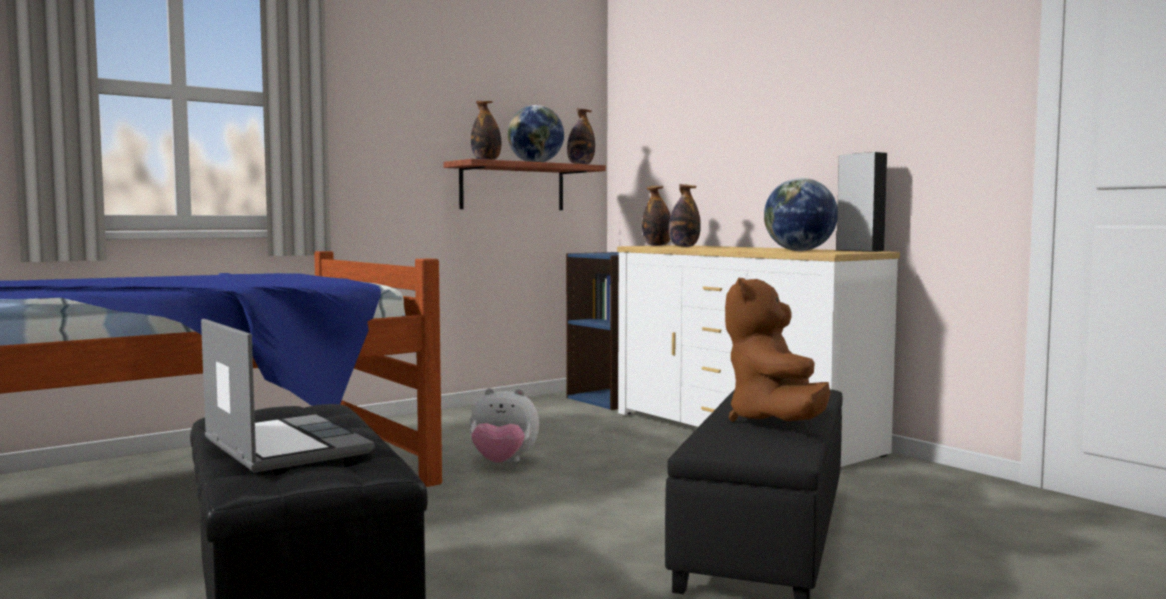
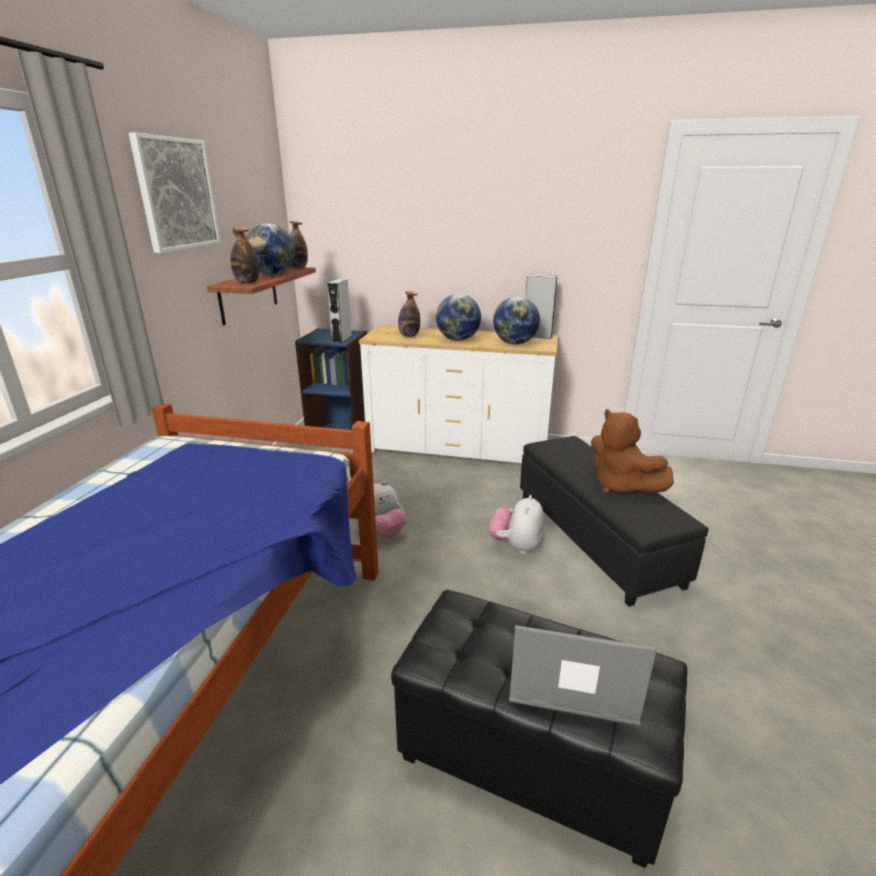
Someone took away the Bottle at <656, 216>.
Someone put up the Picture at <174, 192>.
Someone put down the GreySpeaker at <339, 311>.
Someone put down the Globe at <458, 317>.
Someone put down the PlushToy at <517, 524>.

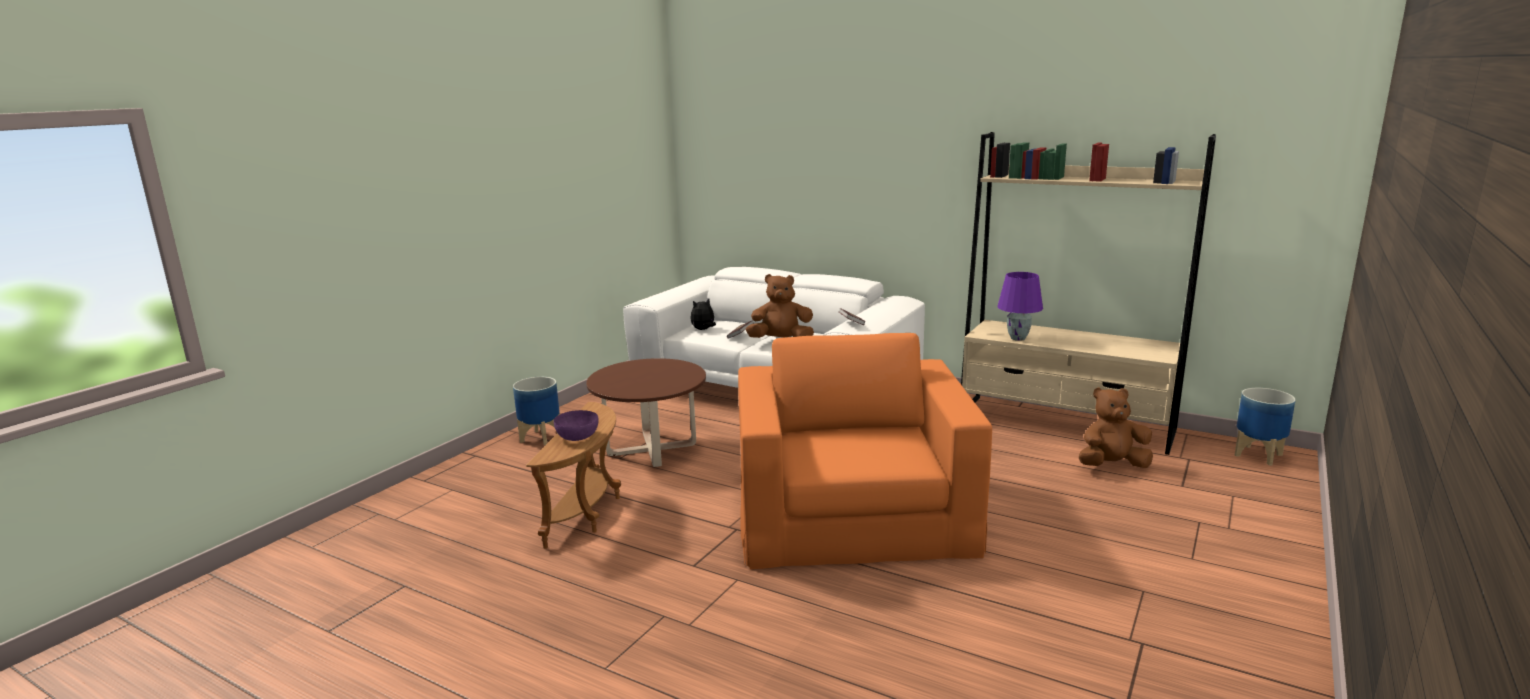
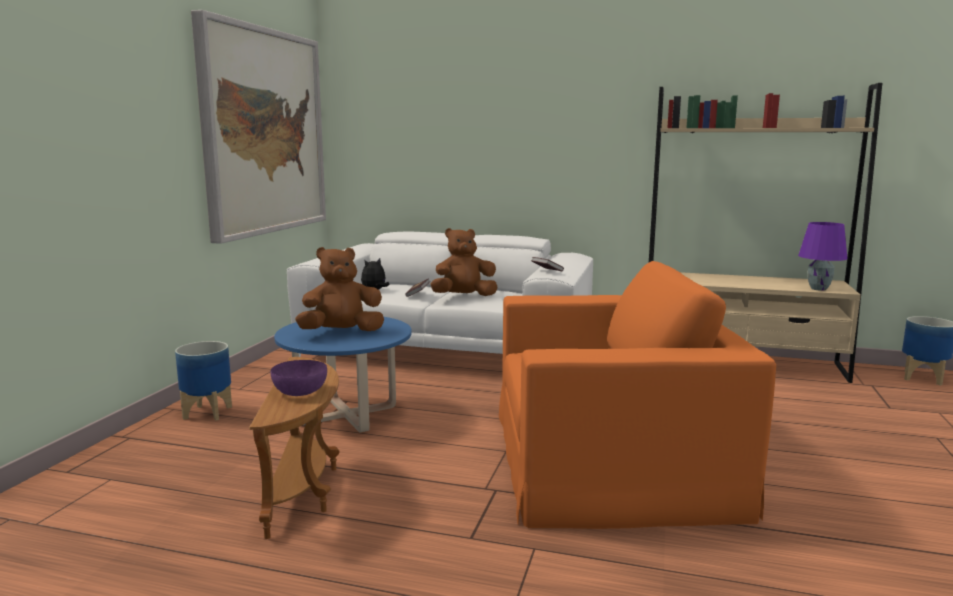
Someone carried the PurpleTableLamp from <1020, 306> to <823, 256>.
Someone rotated the OrangeArmchair at <865, 451> by 105 degrees clockwise.
Someone repainted the BrownCoffeeTable at <646, 412>, which became the BlueCoffeeTable at <343, 375>.
Someone carried the BrownPlushToy from <1116, 427> to <339, 289>.
Someone put up the Picture at <258, 127>.

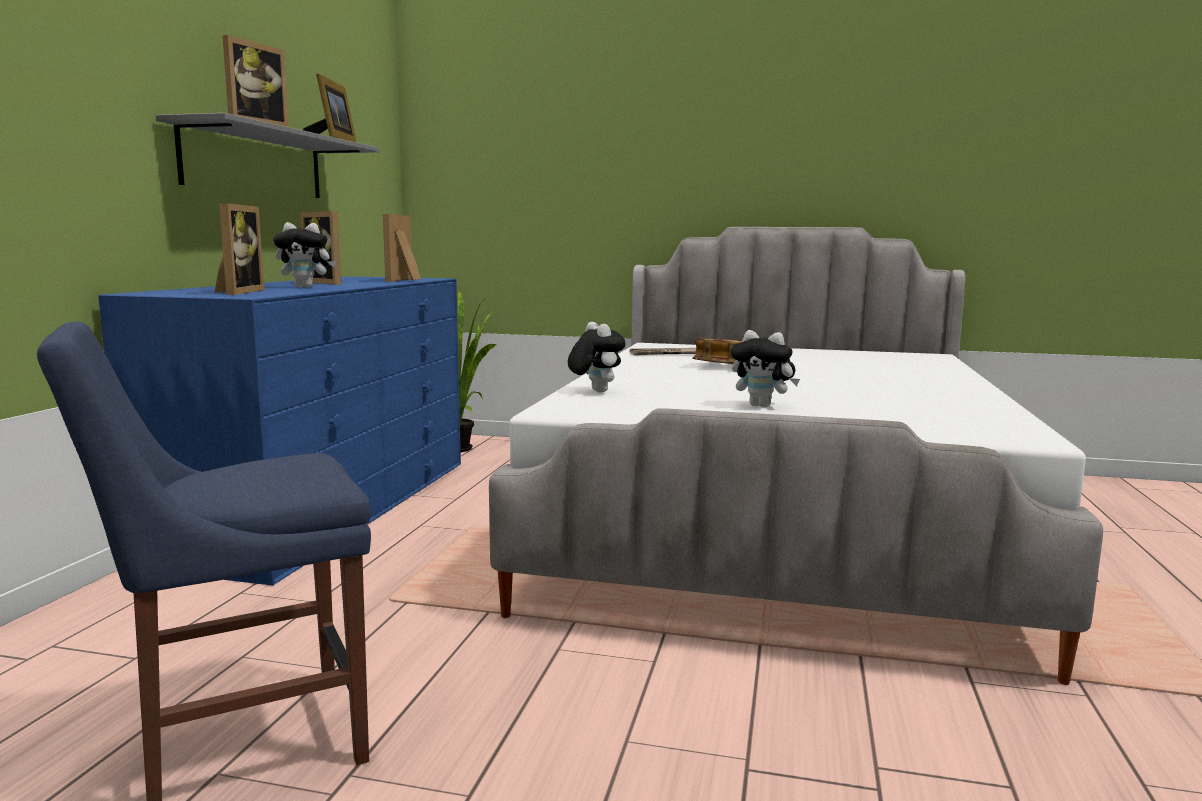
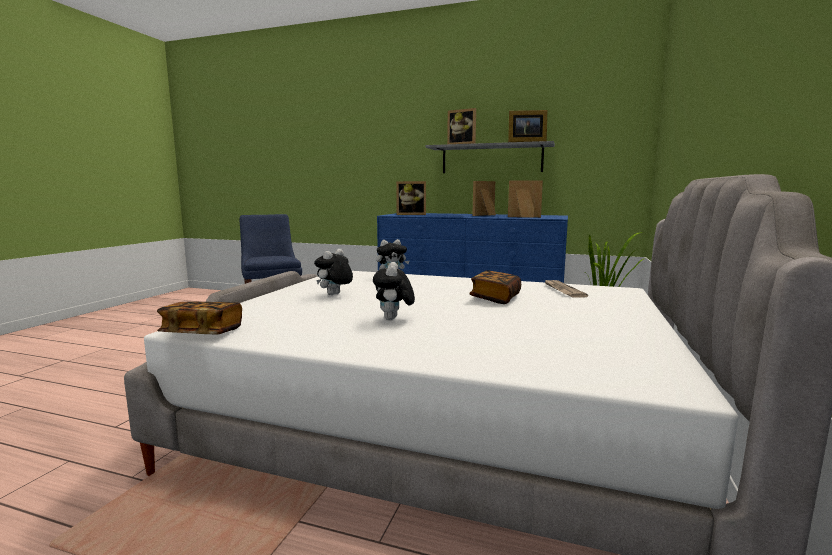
Someone carried the PlushToy from <304, 255> to <394, 291>.
Someone put down the Book at <199, 318>.

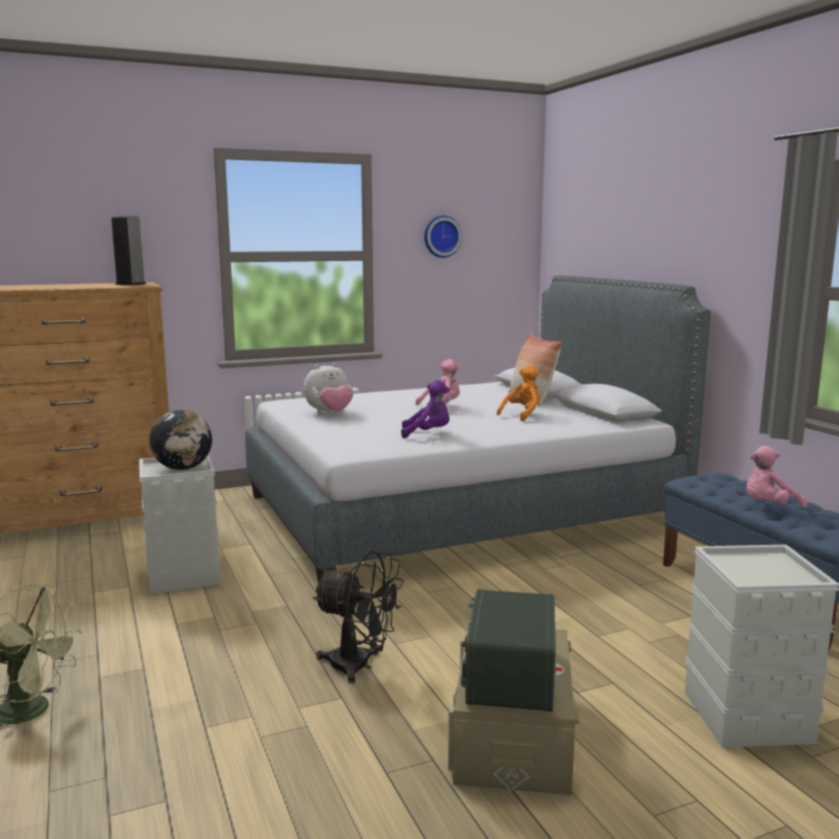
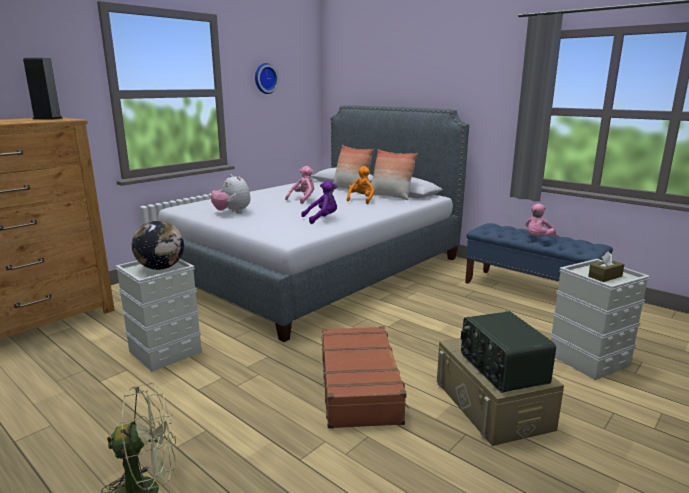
Someone rotated the PlushToy at <328, 388> by 105 degrees clockwise.
Someone swapped the BlackFan at <358, 617> for the BrownSuitcase at <365, 377>.
Someone put down the Pillow at <394, 174>.
Someone put down the BrownTissueBox at <606, 266>.

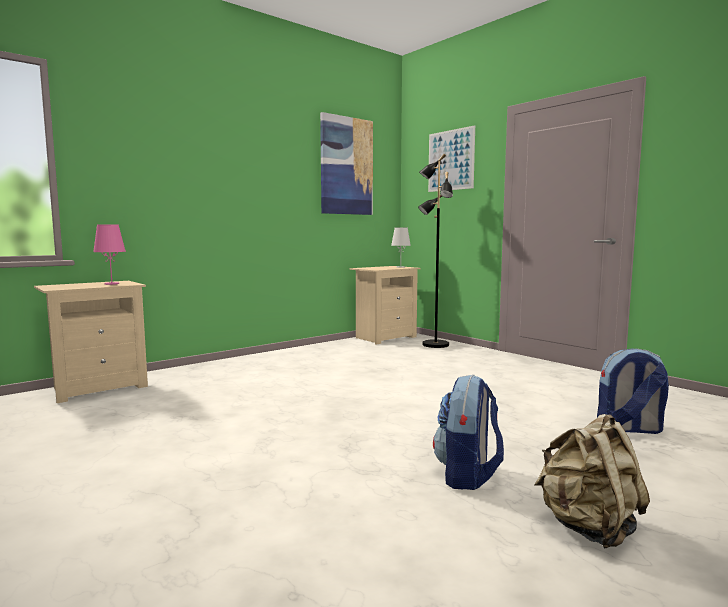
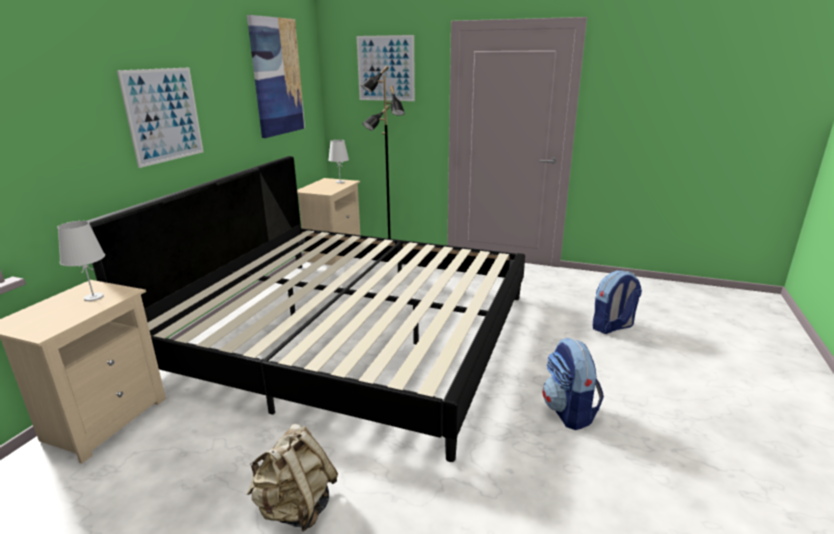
Someone repainted the PinkTableLamp at <109, 254>, which became the WhiteTableLamp at <81, 261>.
Someone carried the BeigeBackpack from <592, 481> to <292, 478>.
Someone put up the Picture at <160, 118>.
Someone put down the Bed at <306, 309>.

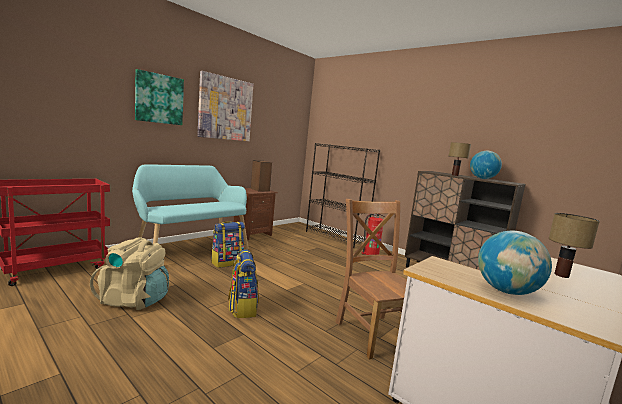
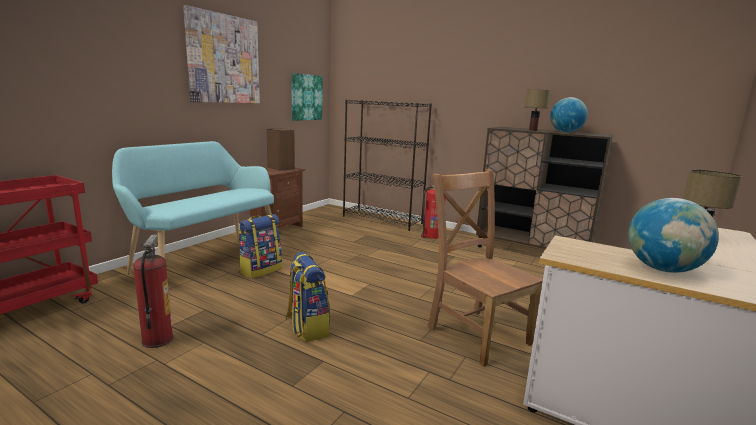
Someone carried the Picture from <159, 97> to <307, 97>.
Someone swapped the BeigeBackpack at <129, 273> for the FireExtinguisher at <153, 291>.

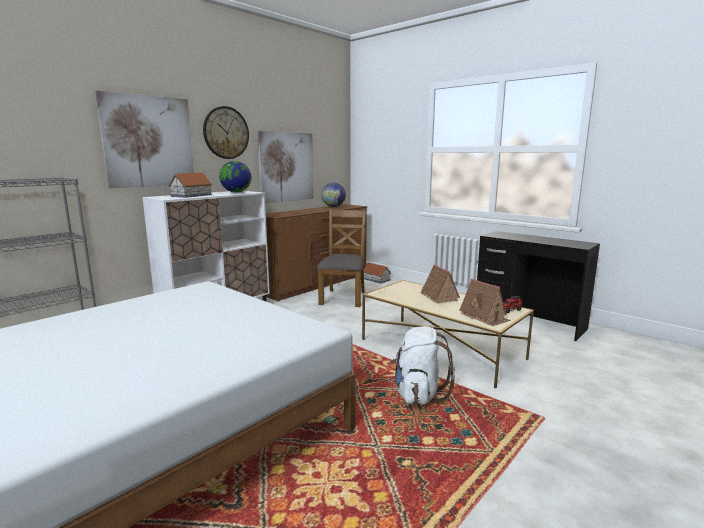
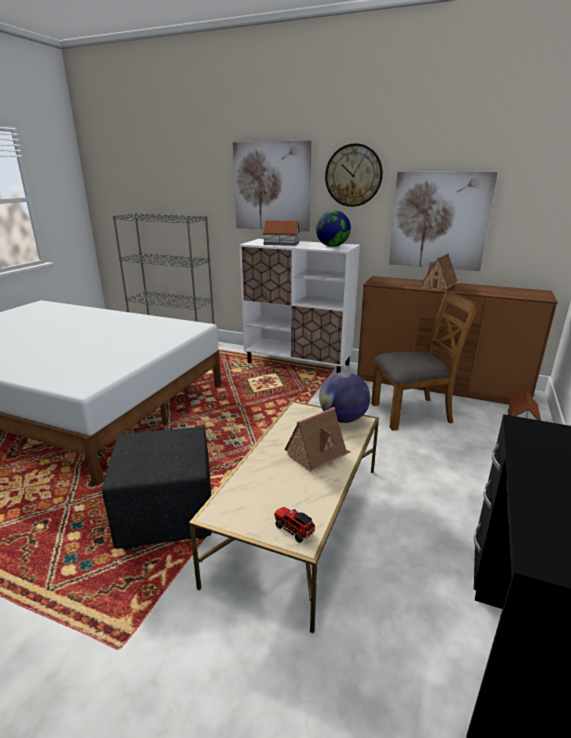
Someone carried the Globe from <333, 194> to <344, 397>.
Someone carried the ToyHouse from <485, 302> to <439, 272>.
Someone swapped the WhiteBackpack at <422, 365> for the BlackOttoman at <157, 488>.

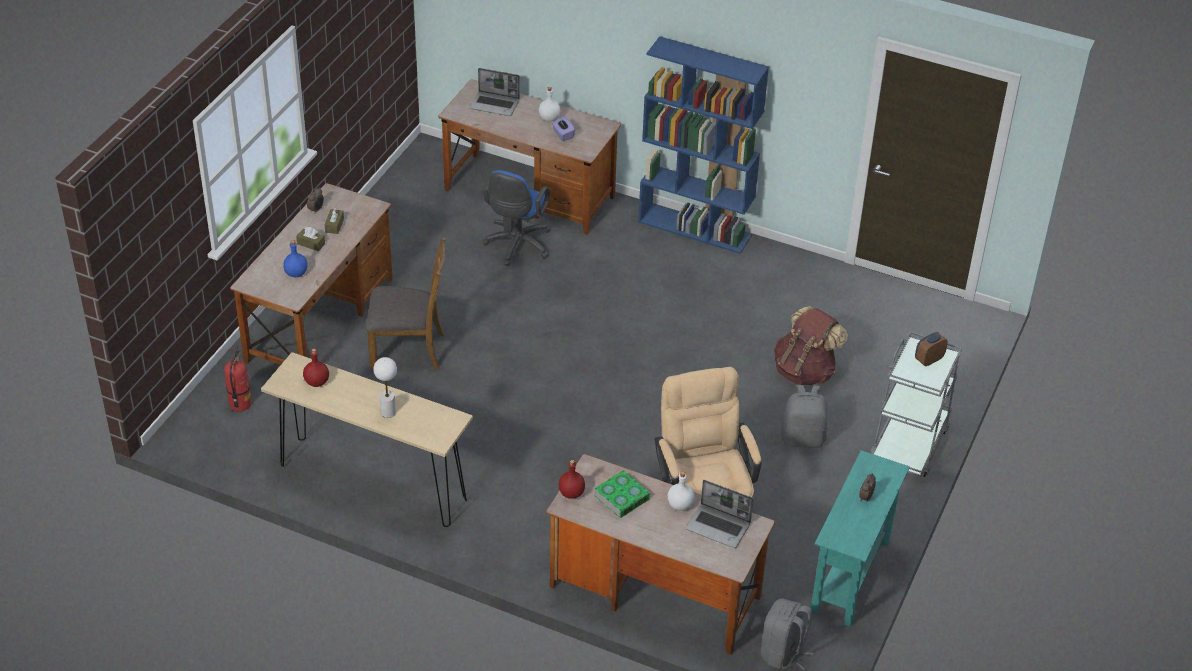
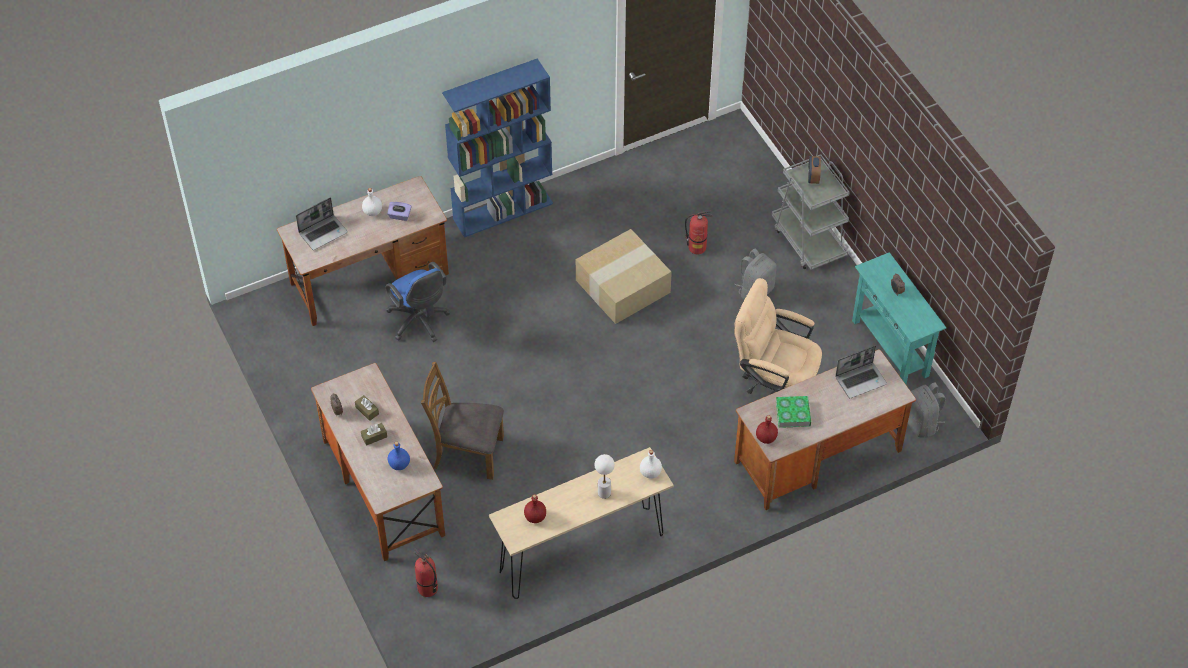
Someone rotated the BrownChair at <405, 303> by 120 degrees counterclockwise.
Someone swapped the BrownBackpack at <811, 345> for the FireExtinguisher at <698, 232>.
Someone carried the WhiteBottle from <681, 491> to <651, 464>.
Someone put down the CardboardBox at <624, 276>.

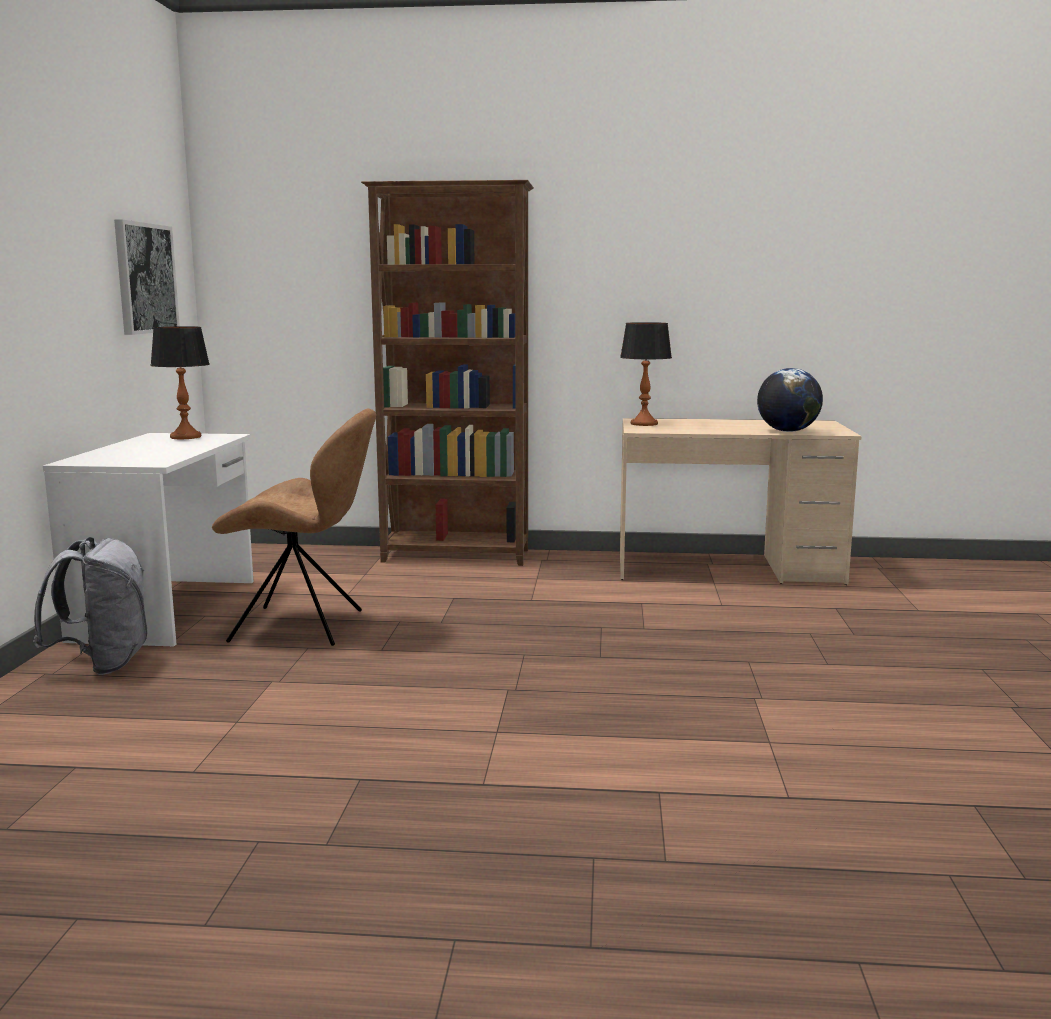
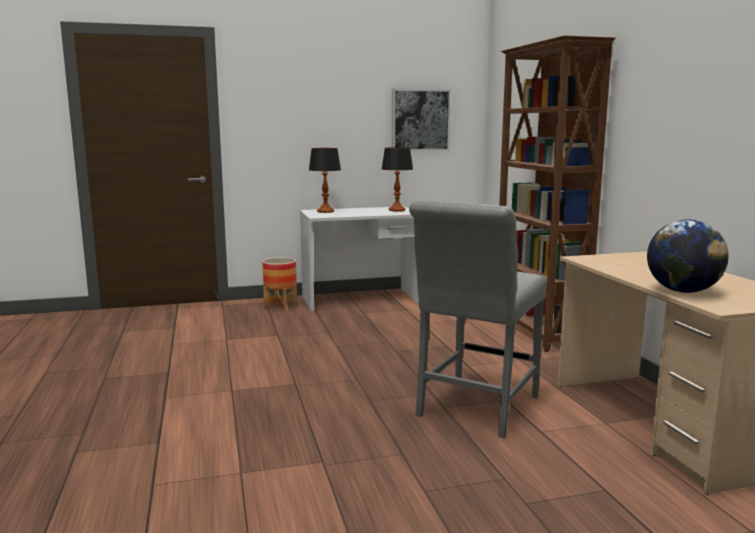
Someone carried the TableLamp from <646, 374> to <325, 180>.
Someone took away the BrownChair at <294, 527>.
Someone swapped the GreyBackpack at <90, 606> for the Planter at <280, 284>.
Someone put down the GreyChair at <478, 319>.

